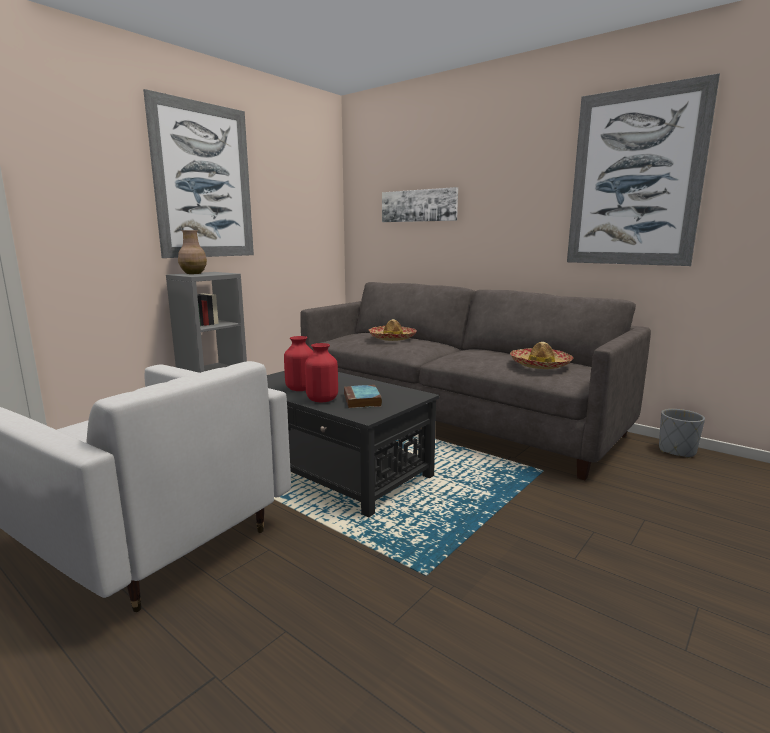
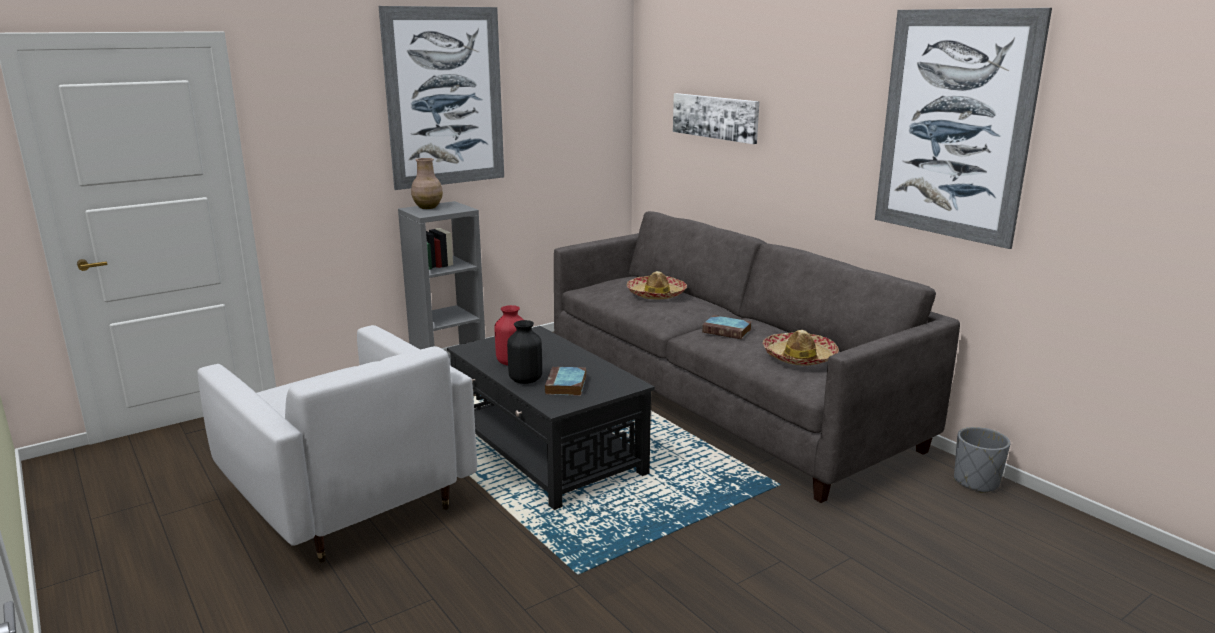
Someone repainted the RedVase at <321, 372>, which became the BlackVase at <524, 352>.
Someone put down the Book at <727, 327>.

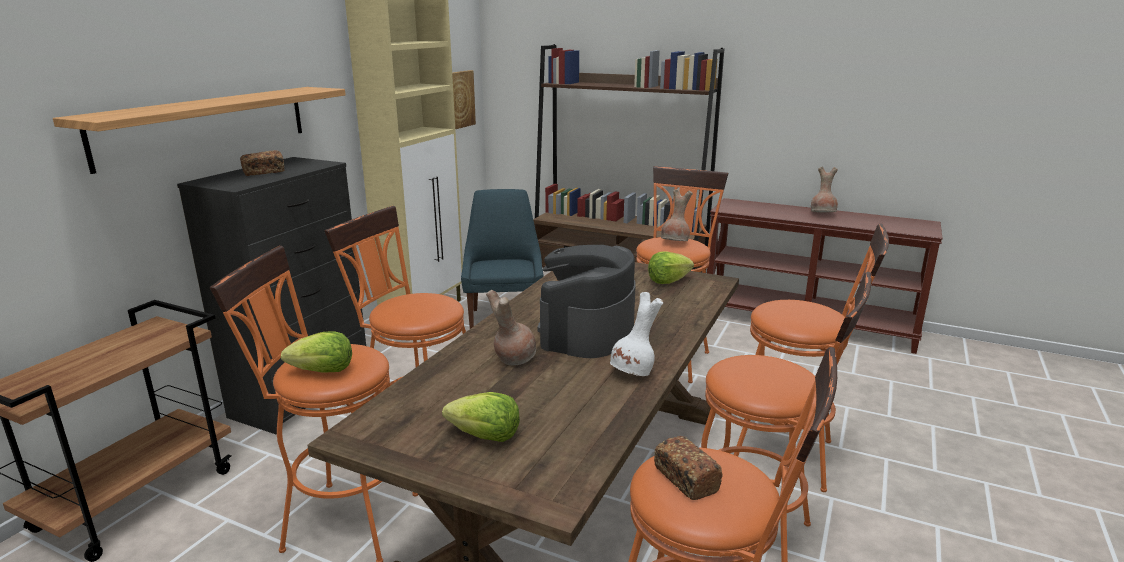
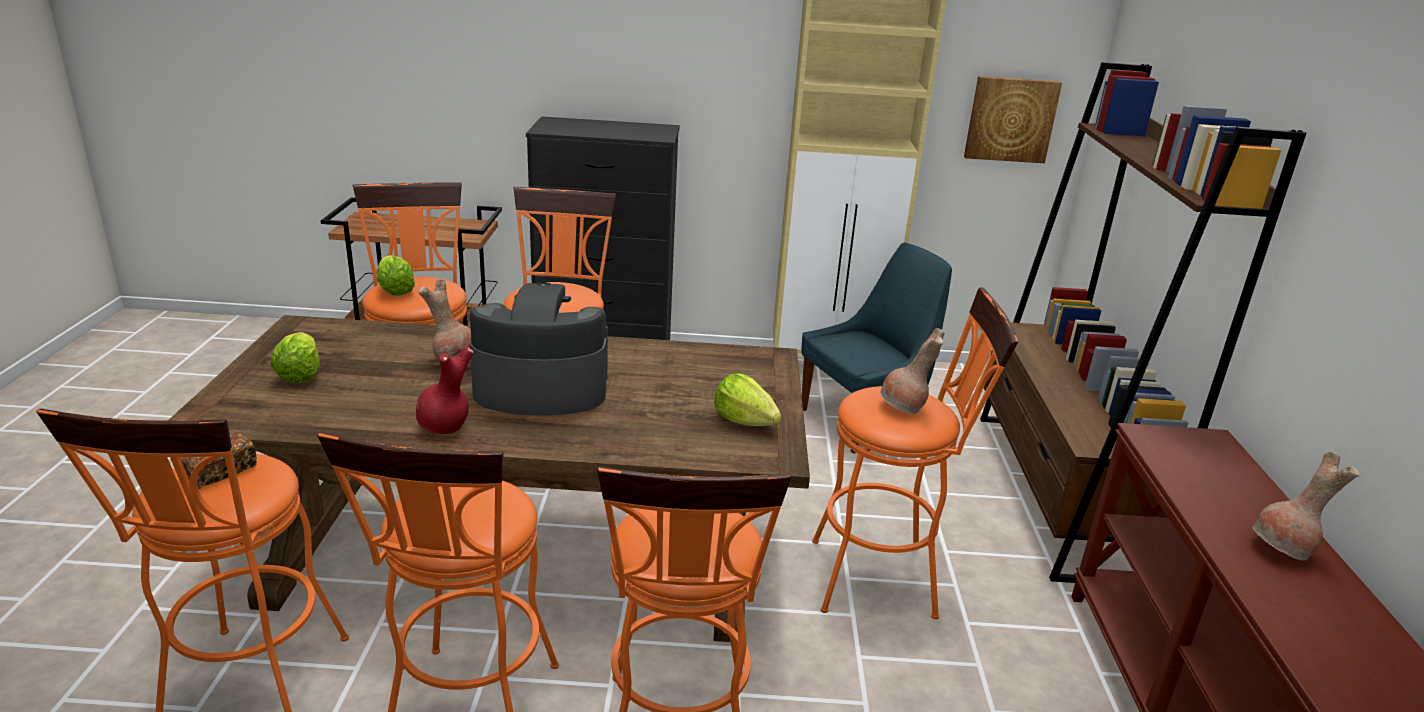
Someone took away the Shelf at <199, 130>.
Someone took away the Bread at <262, 163>.
Someone repainted the WhiteVase at <636, 334>, which became the RedVase at <444, 390>.

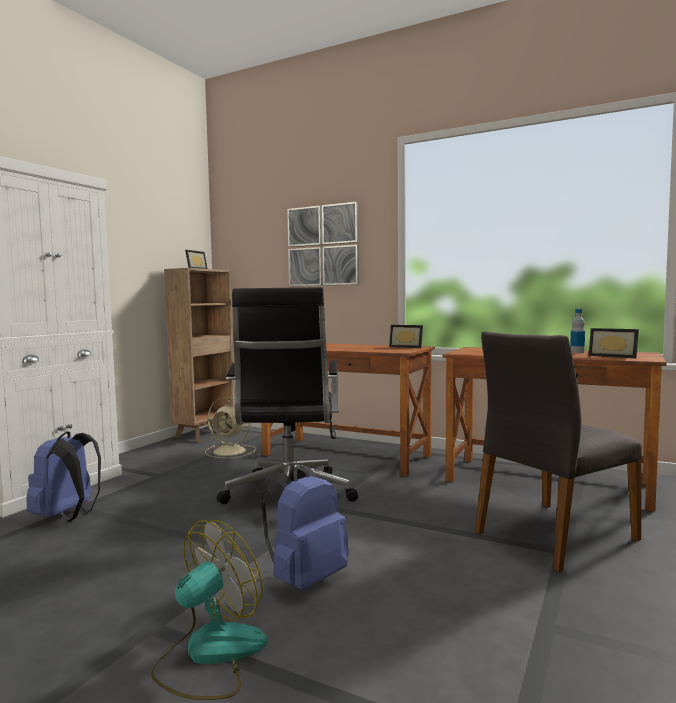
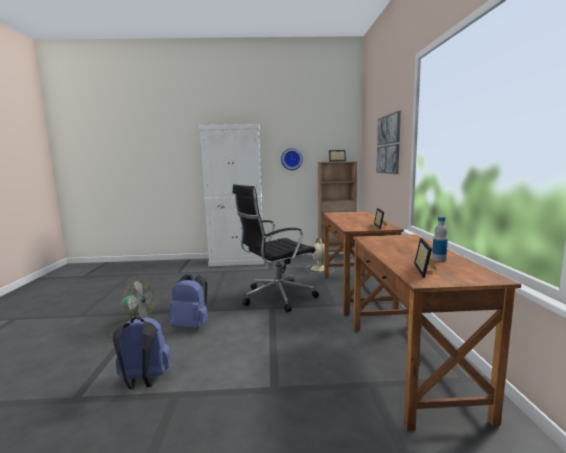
Someone took away the GreyChair at <558, 451>.
Someone carried the BlueBackpack from <63, 476> to <142, 353>.
Someone put up the WallClock at <292, 159>.

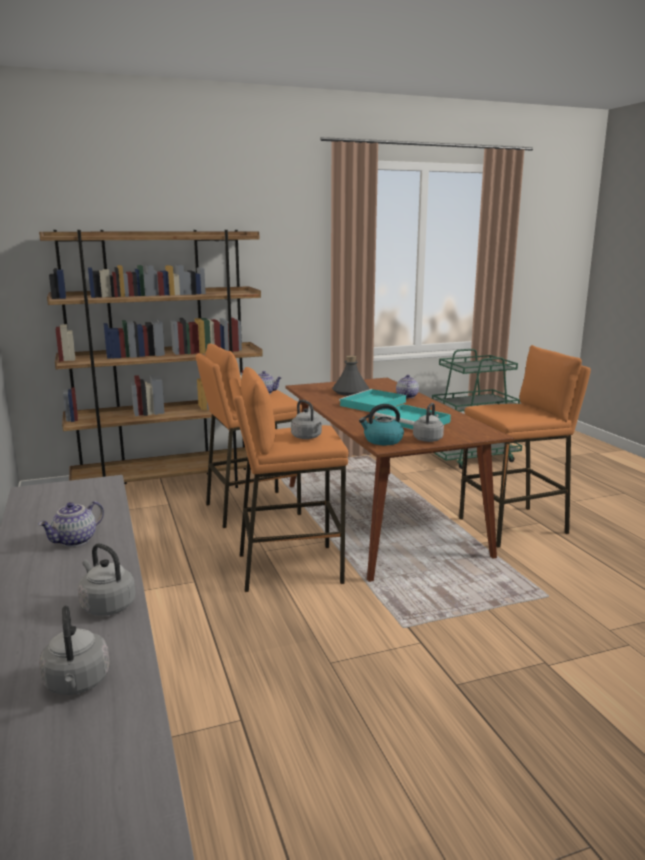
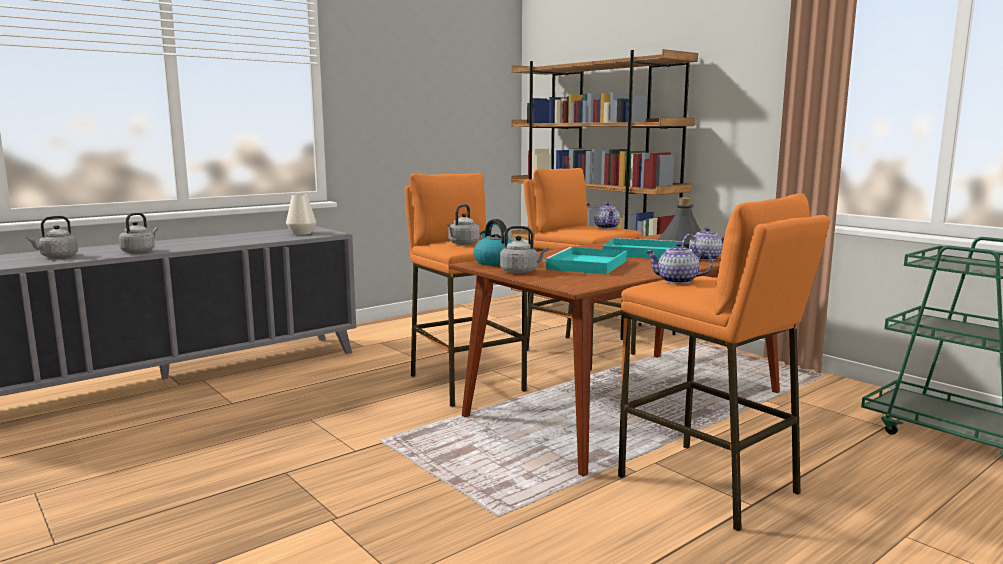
Someone carried the Teapot from <71, 524> to <679, 263>.
Someone put down the WhiteVase at <301, 214>.

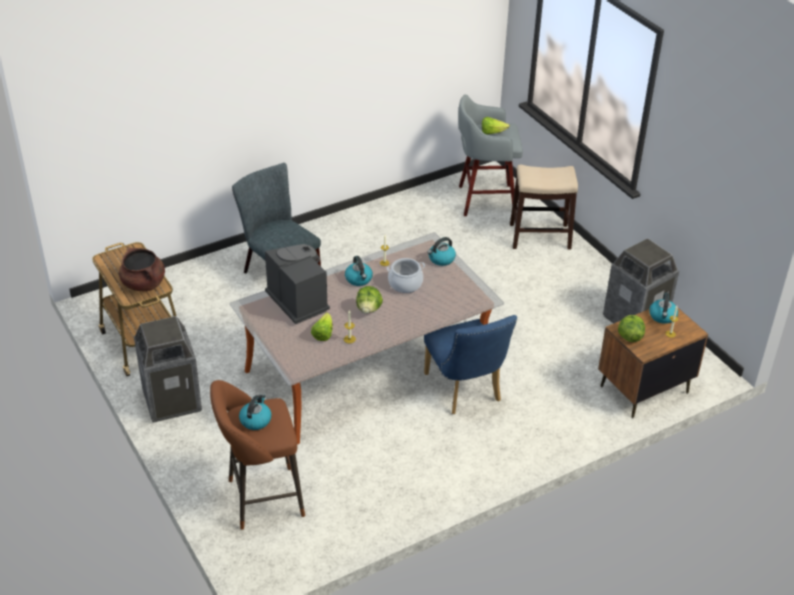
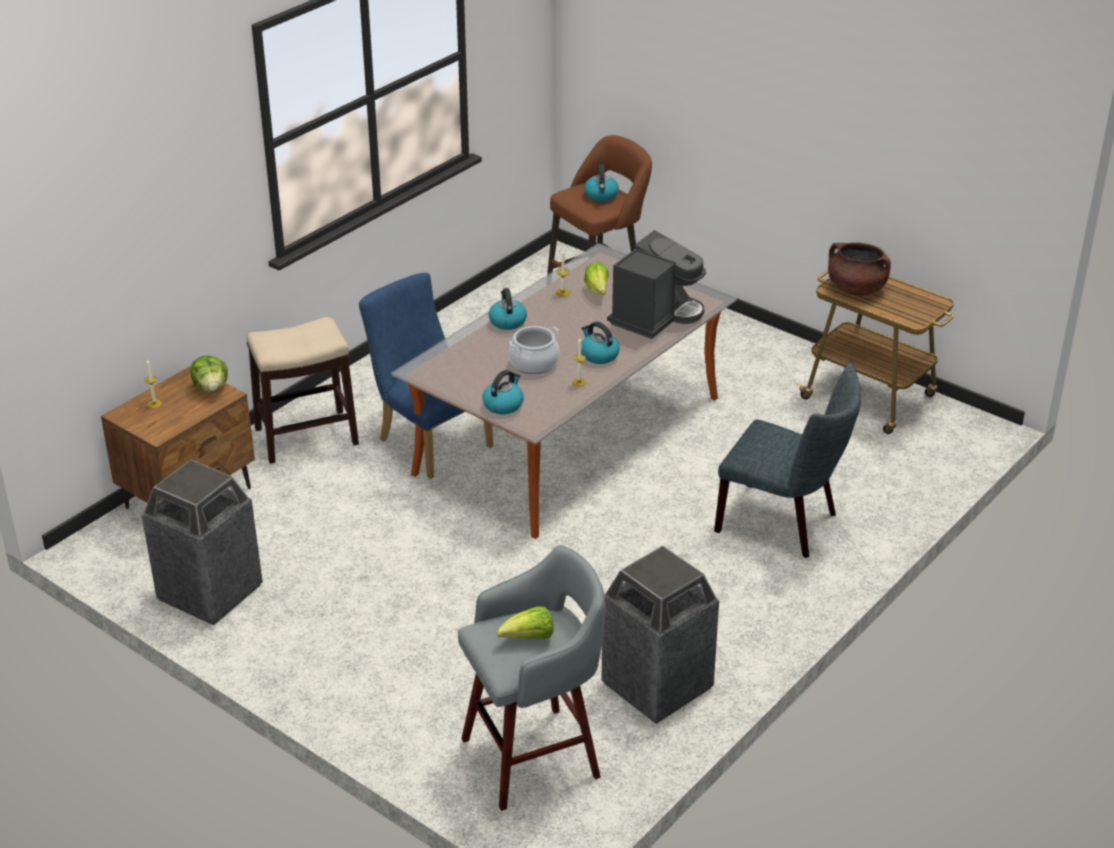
Someone carried the Stool from <544, 207> to <303, 390>.
Someone rotated the CoffeeMachine at <297, 284> by 90 degrees counterclockwise.
Someone took away the Lettuce at <369, 300>.
Someone carried the Kettle from <663, 308> to <508, 309>.
Someone carried the TrashCan from <168, 369> to <660, 635>.

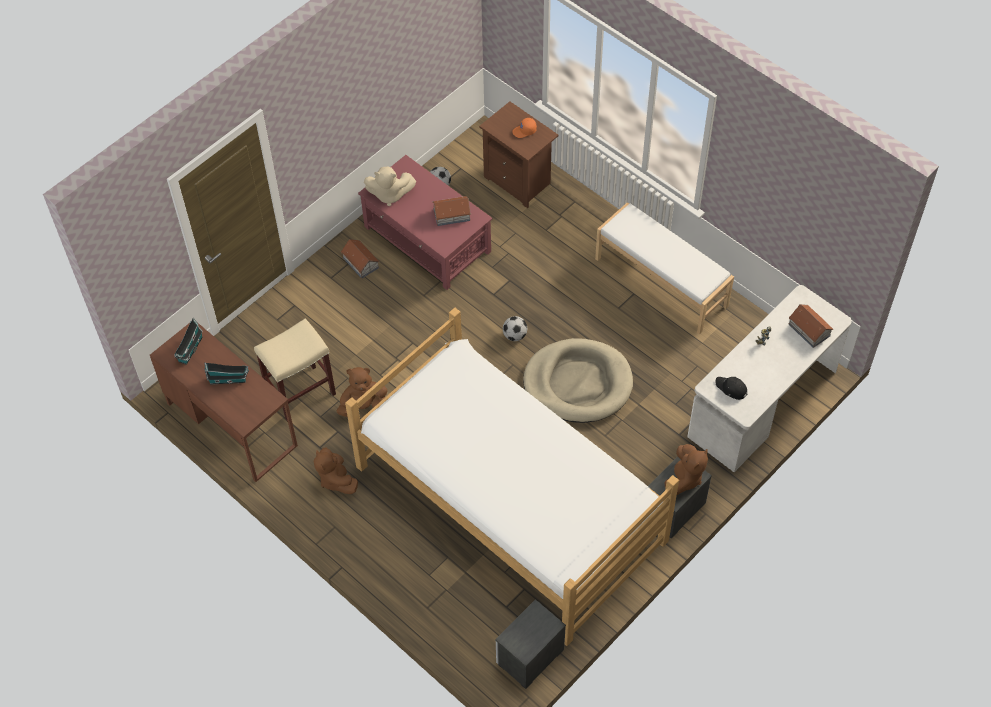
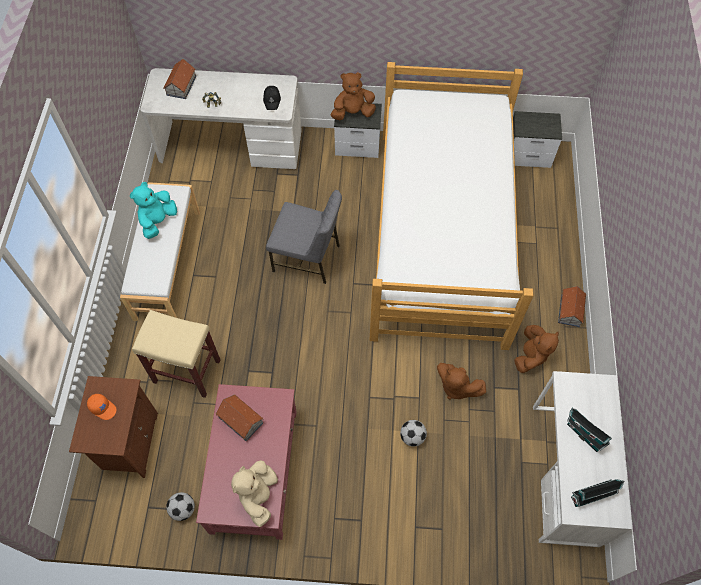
Someone rotated the BeigePlushToy at <390, 186> by 135 degrees counterclockwise.
Someone carried the ToyHouse from <360, 259> to <572, 306>.
Someone carried the Football from <515, 328> to <413, 433>.
Someone carried the BeigeStool from <295, 370> to <176, 354>.
Someone repainted the BrownDesk at <224, 402>, which became the WhiteDesk at <582, 459>.
Someone swapped the BeigeDogBed at <578, 380> for the GreyChair at <304, 237>.
Someone put down the TurquoisePlushToy at <153, 210>.

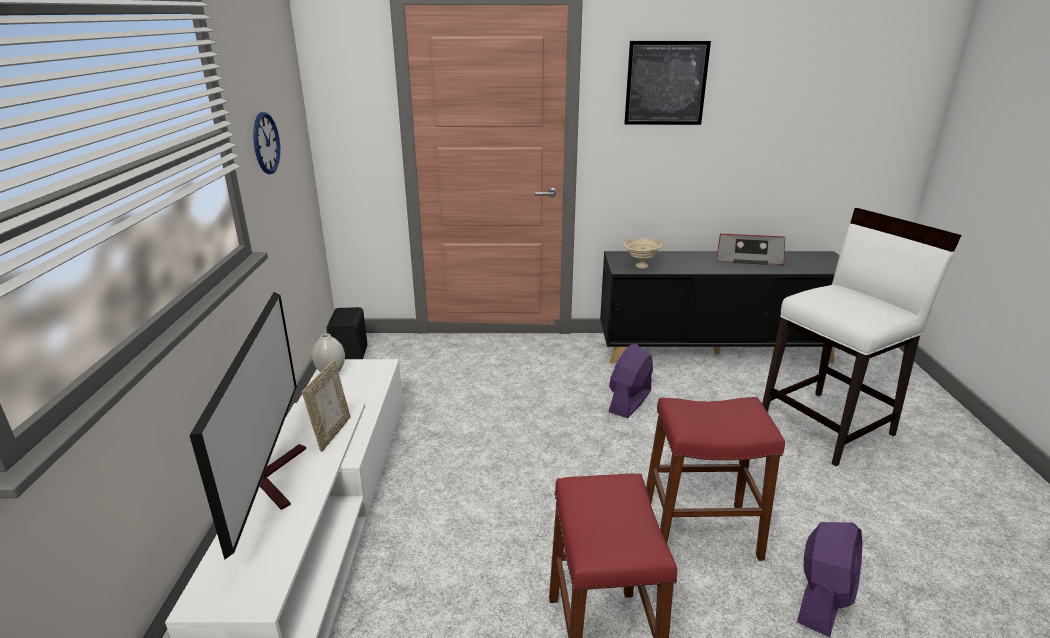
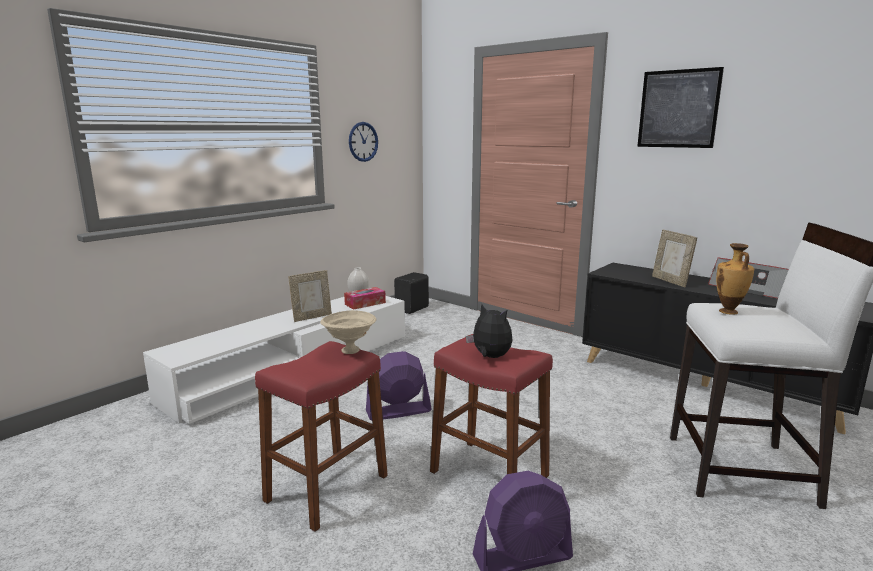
Someone carried the BeigeBowl from <643, 253> to <348, 332>.
Someone took away the Television at <247, 426>.
Someone carried the PurpleFan from <630, 381> to <399, 386>.
Someone put down the PictureFrame at <674, 258>.
Someone put down the Vase at <735, 279>.
Someone put down the TissueBox at <365, 298>.
Someone put down the PlushToy at <489, 331>.

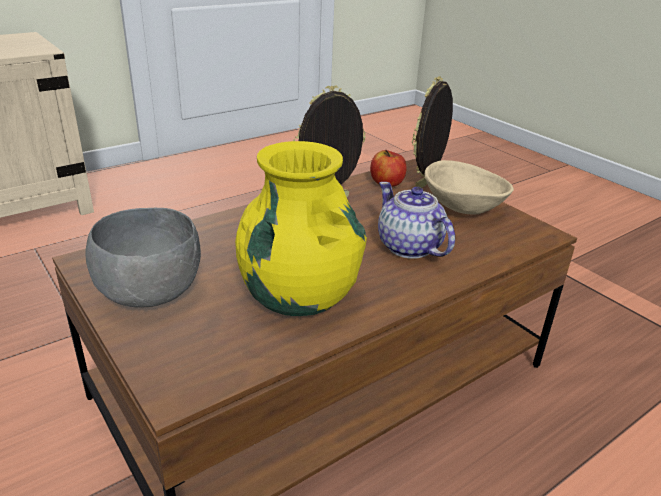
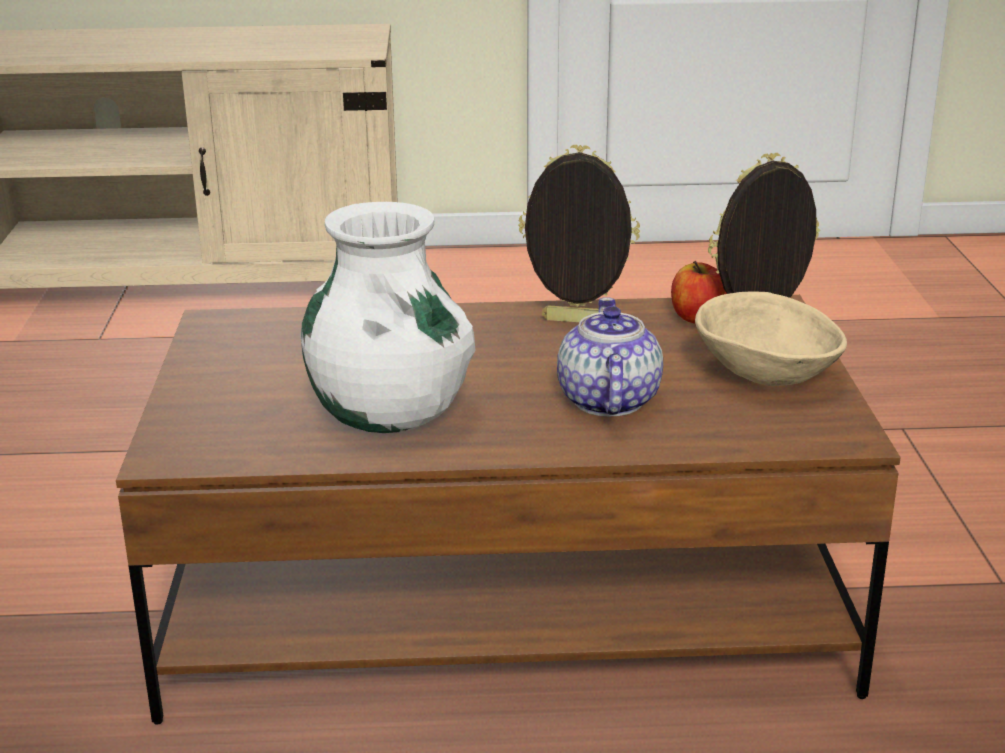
Someone repainted the YellowVase at <301, 228>, which became the WhiteVase at <388, 317>.
Someone took away the GreyBowl at <143, 258>.

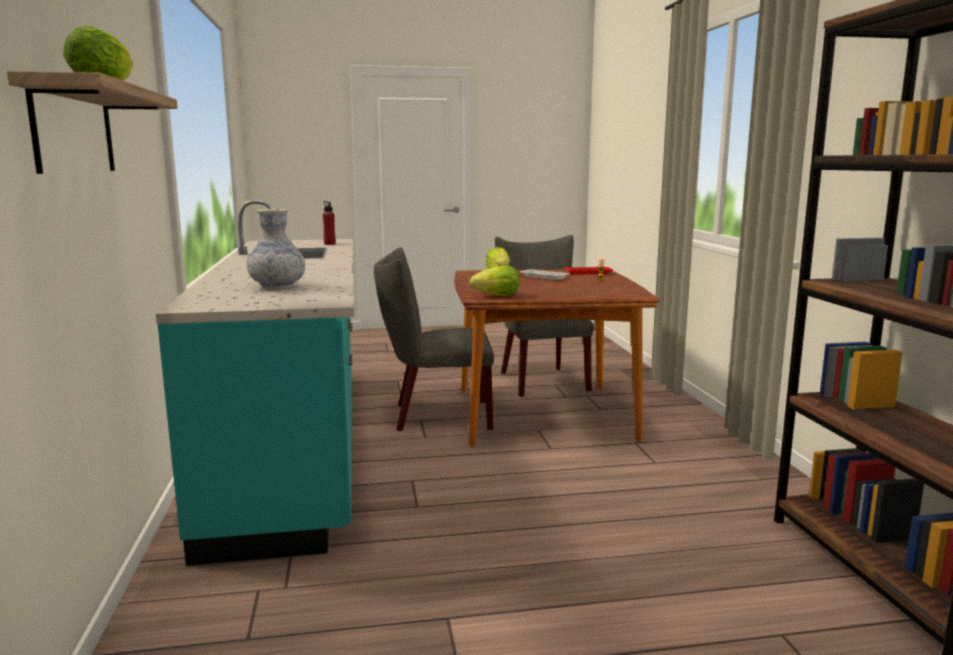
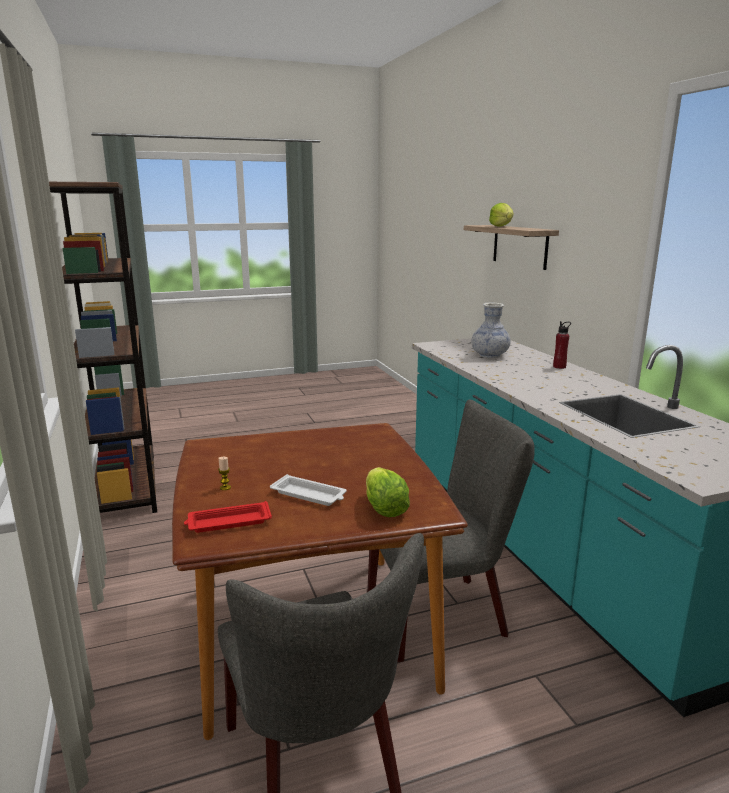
Someone carried the RedBottle from <329, 223> to <562, 345>.
Someone took away the Lettuce at <494, 281>.

